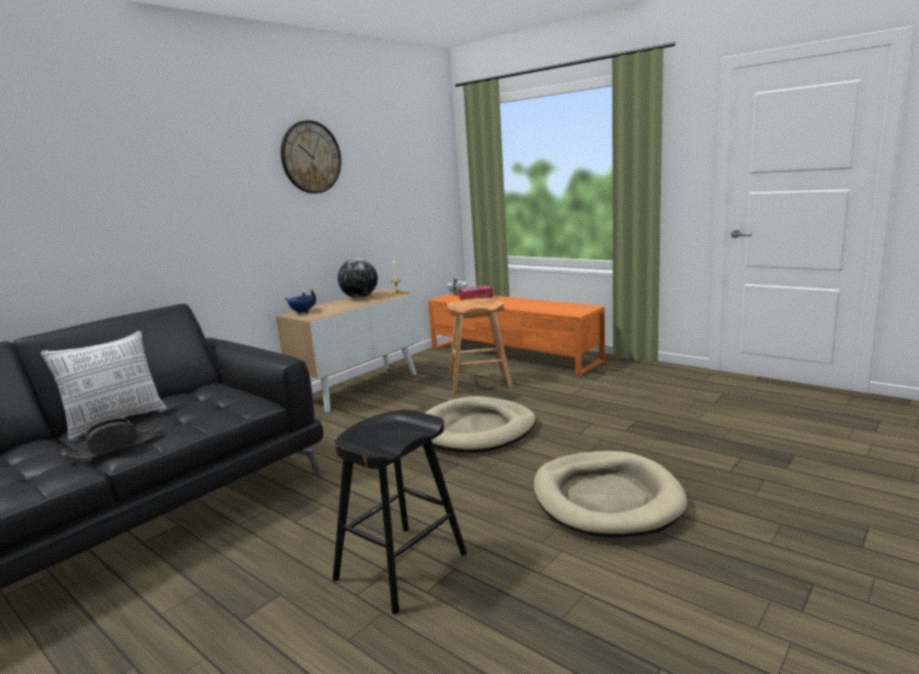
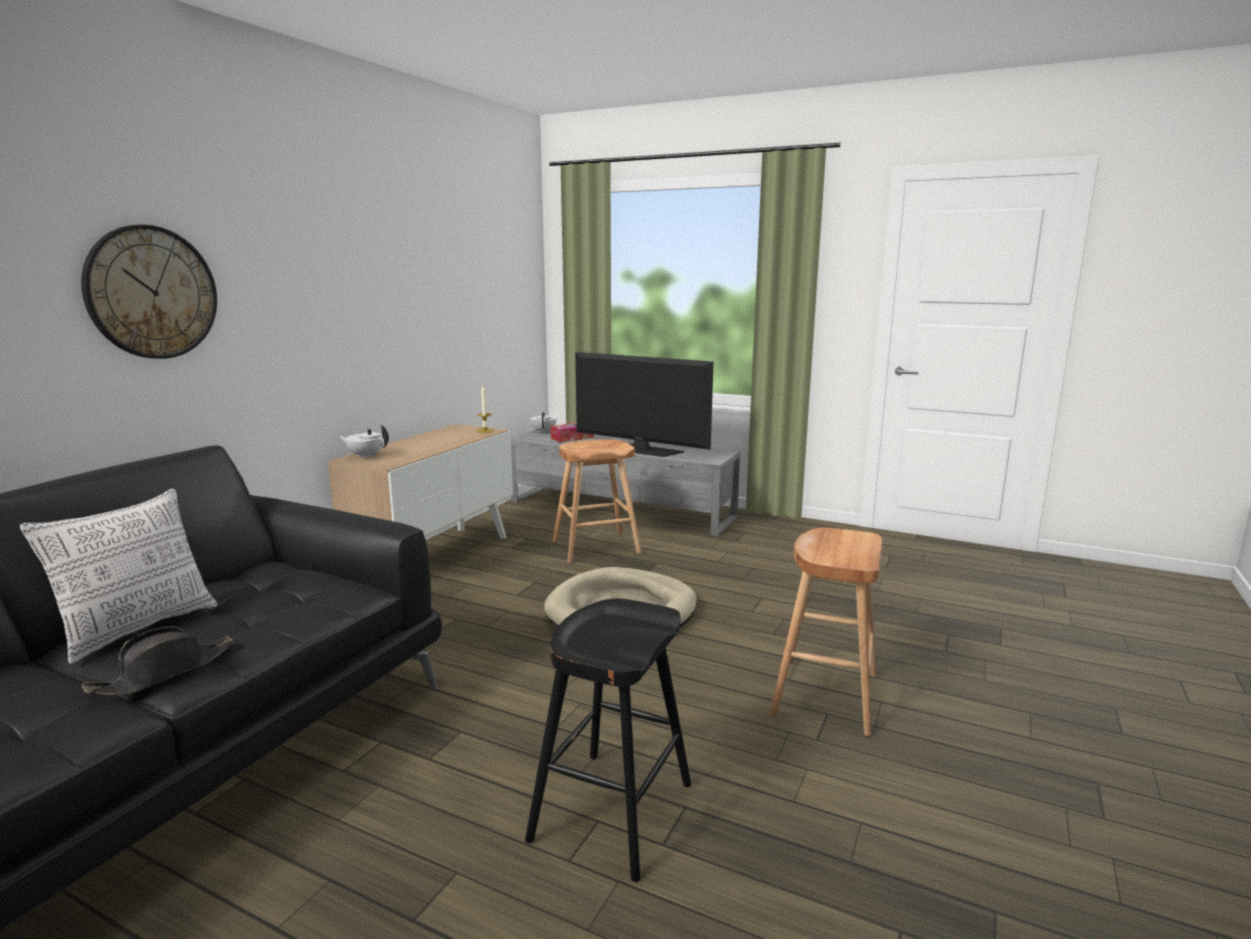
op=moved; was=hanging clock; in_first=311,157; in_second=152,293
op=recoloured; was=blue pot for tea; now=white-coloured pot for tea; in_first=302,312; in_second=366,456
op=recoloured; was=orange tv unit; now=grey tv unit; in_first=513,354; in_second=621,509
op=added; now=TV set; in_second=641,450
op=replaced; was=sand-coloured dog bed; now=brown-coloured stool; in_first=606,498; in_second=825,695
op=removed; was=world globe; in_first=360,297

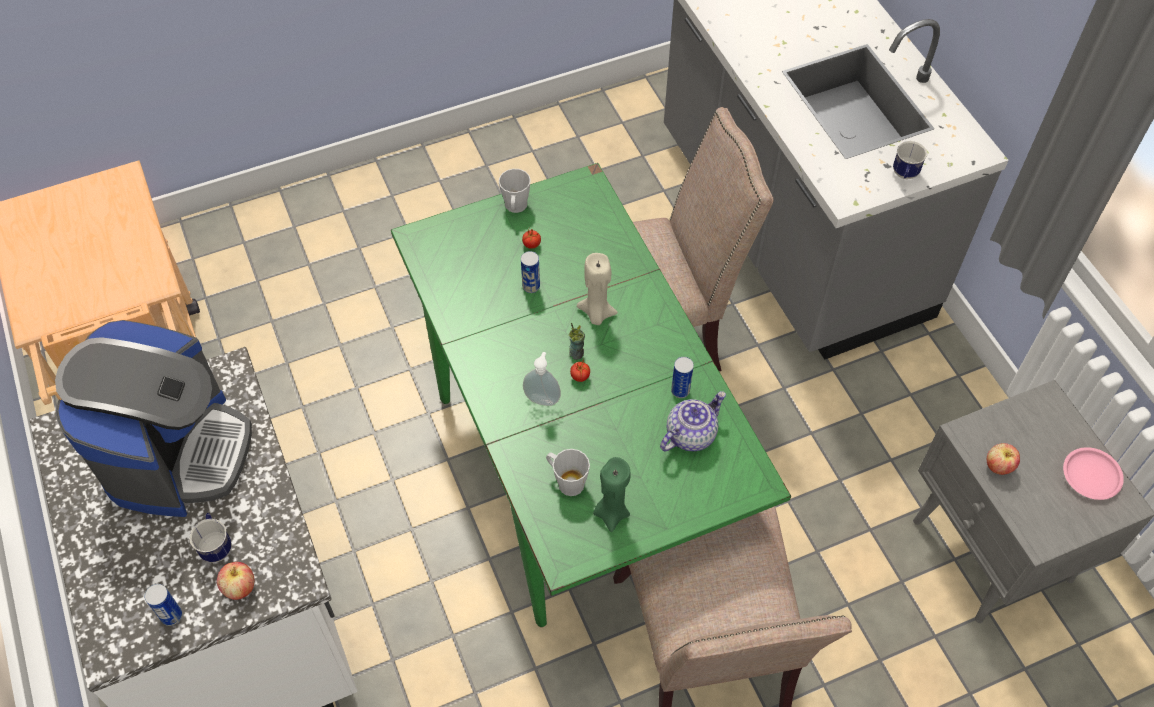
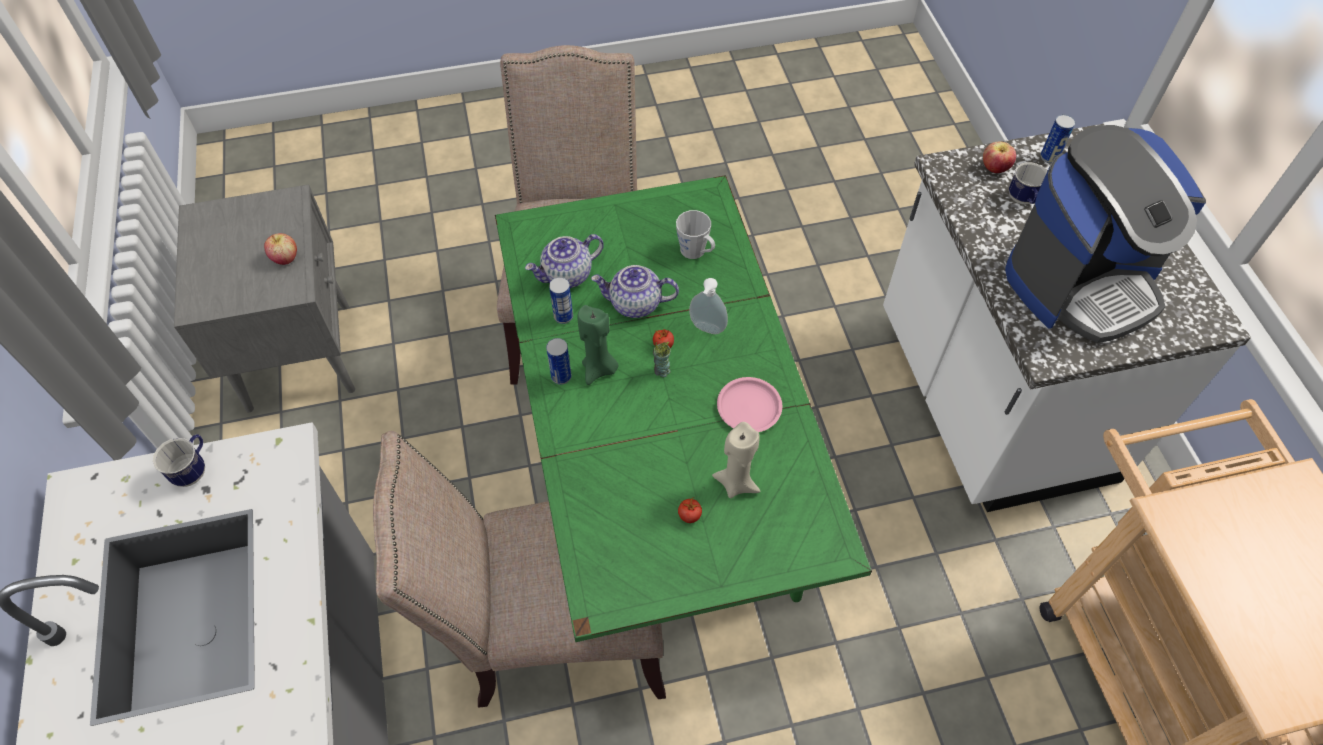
op=moved; was=metal can; in_first=531,286; in_second=561,376
op=moved; was=greenish wax candle; in_first=611,513; in_second=599,369
op=added; now=pot for tea; in_second=635,304
op=moved; was=sand-coloured wax candle; in_first=596,313; in_second=736,482
op=moved; was=pink-coloured plate; in_first=1090,476; in_second=749,407
op=turned; was=coffee brewer; in_first=176,453; in_second=1081,282; clockwise=-135
op=removed; was=grey tea mug; in_first=515,207

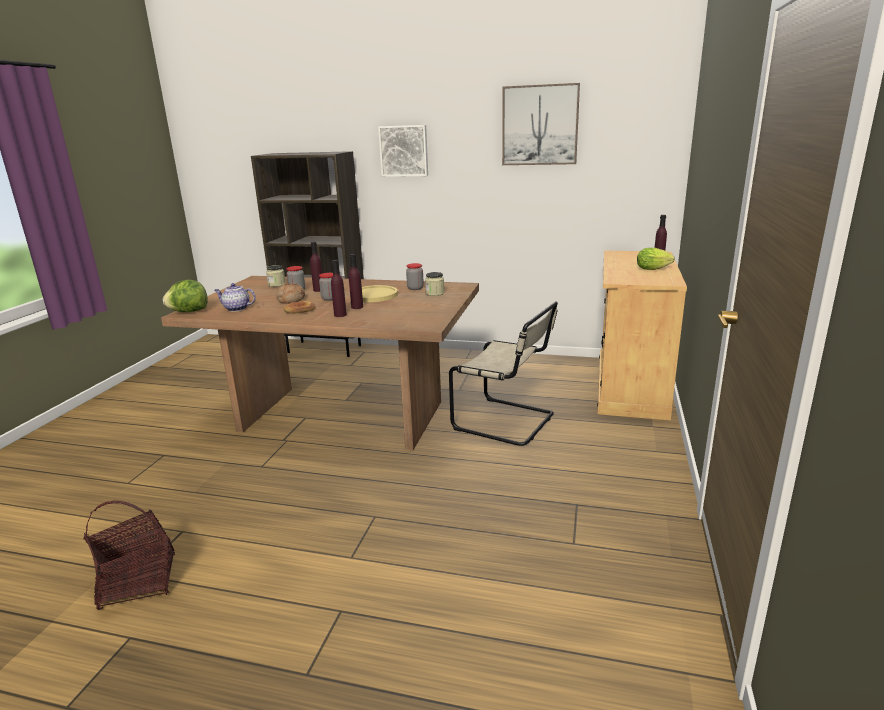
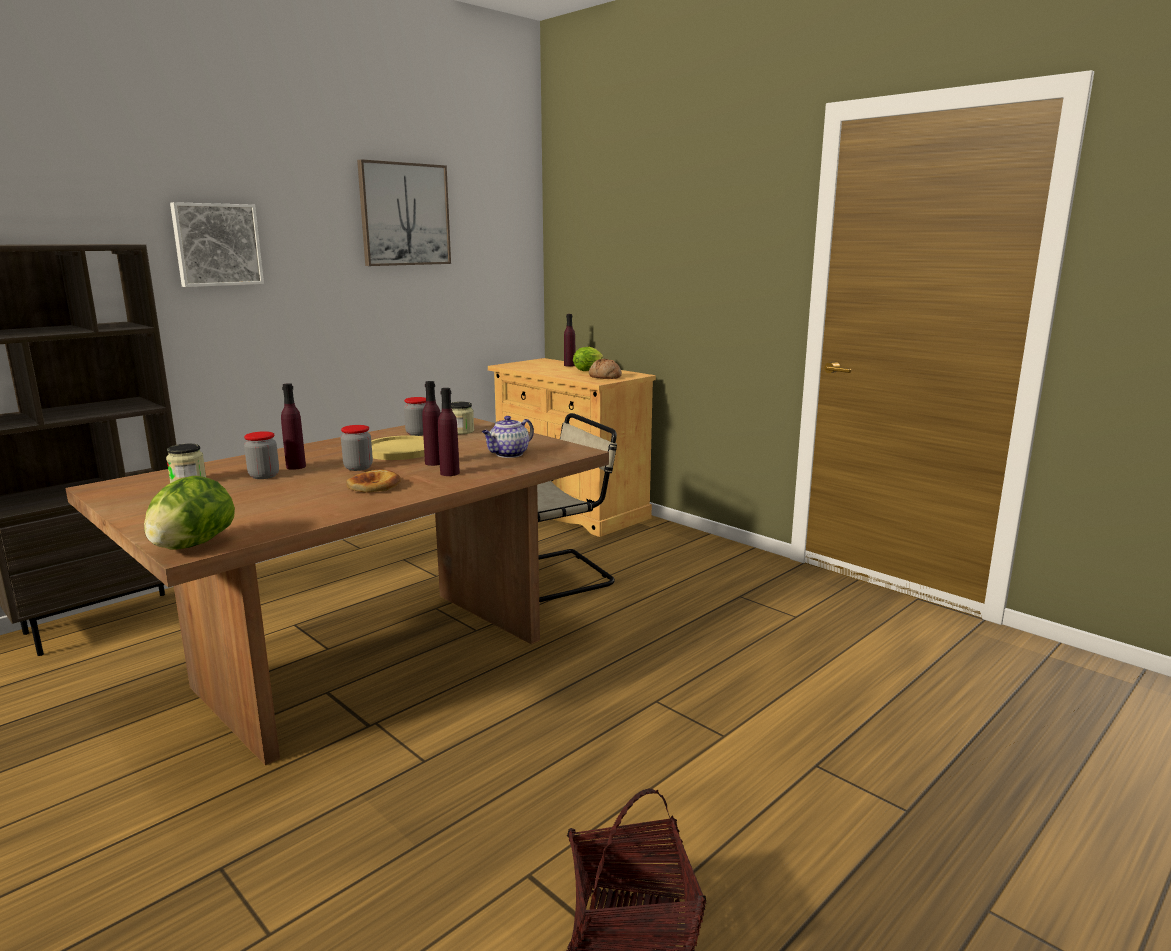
op=moved; was=pot for tea; in_first=236,309; in_second=508,454
op=moved; was=bread; in_first=290,300; in_second=604,377

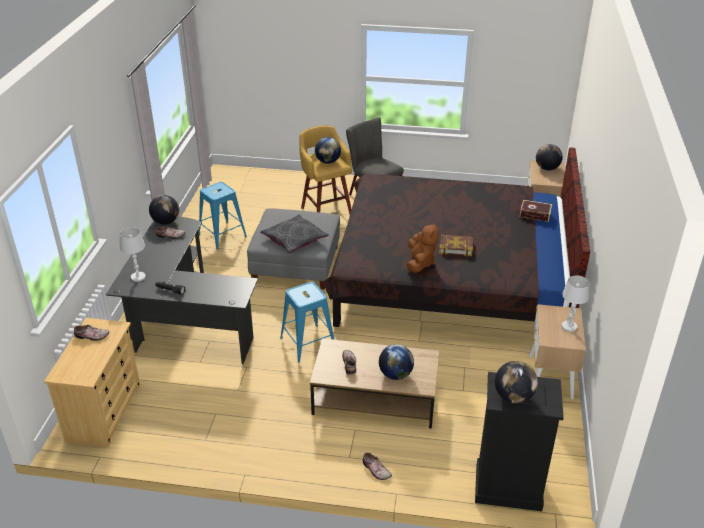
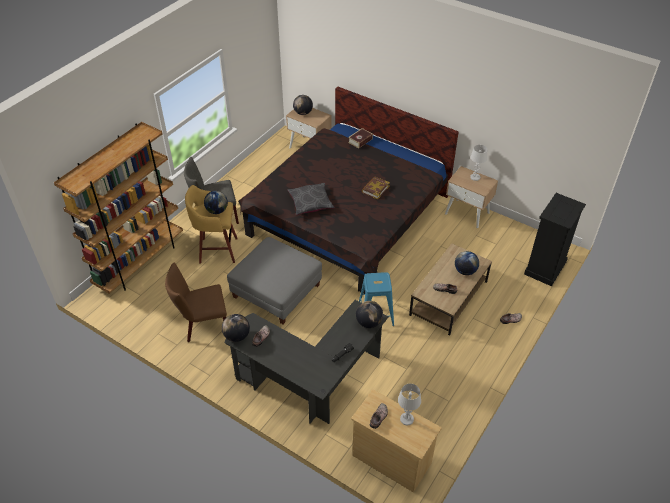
op=added; now=brown-coloured bookshelf; in_second=140,262
op=replaced; was=blue stool; now=brown-coloured upright chair; in_first=222,236; in_second=202,325
op=moved; was=grey cushion; in_first=294,239; in_second=310,203
op=moved; was=world globe; in_first=513,397; in_second=369,322
op=moved; was=white-coloured lamp for a table; in_first=138,277; in_second=407,419
op=removed; was=brown-coloured plush toy; in_first=420,263

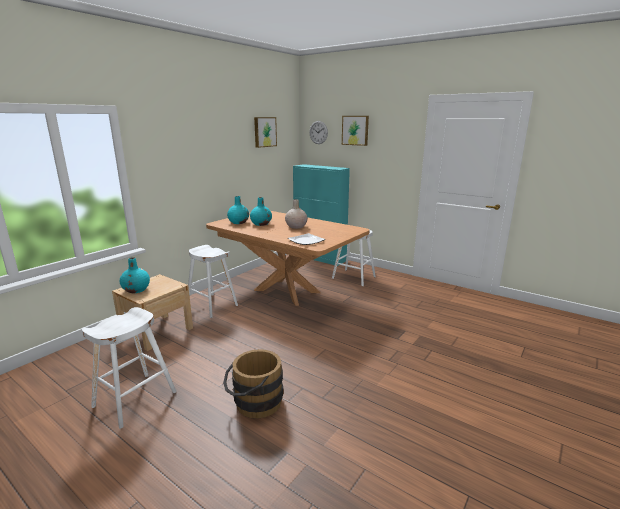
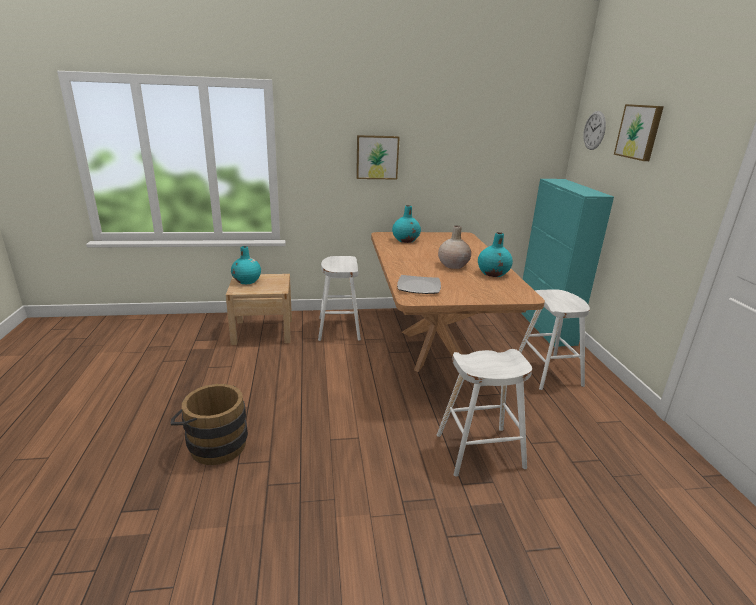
op=moved; was=wall picture; in_first=264,132; in_second=377,157
op=moved; was=white-coloured stool; in_first=135,399; in_second=480,451
op=moved; was=turquoise flower vase; in_first=261,224; in_second=493,273

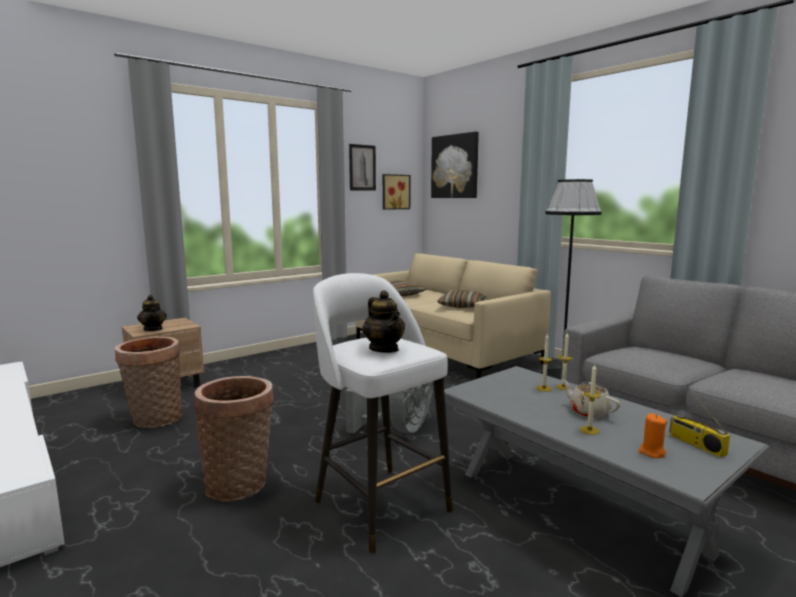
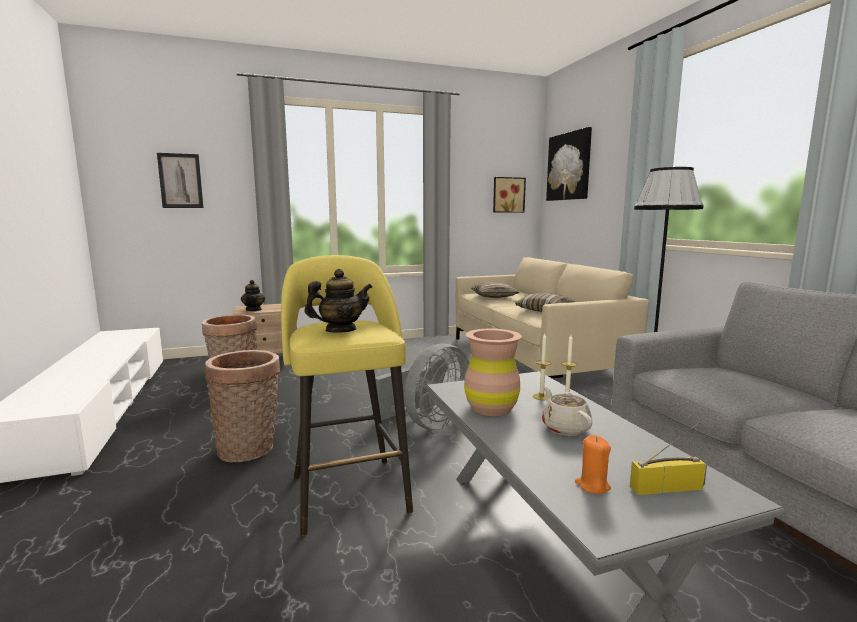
op=moved; was=wall picture; in_first=362,167; in_second=180,181
op=recoloured; was=white-coloured stool; now=yellow stool; in_first=380,504; in_second=349,491
op=turned; was=pot for tea; in_first=384,349; in_second=340,330; clockwise=-105
op=added; now=brown-coloured flower vase; in_second=491,408
op=turned; was=radio; in_first=695,444; in_second=667,487; clockwise=90
op=removed; was=wax candle; in_first=589,430

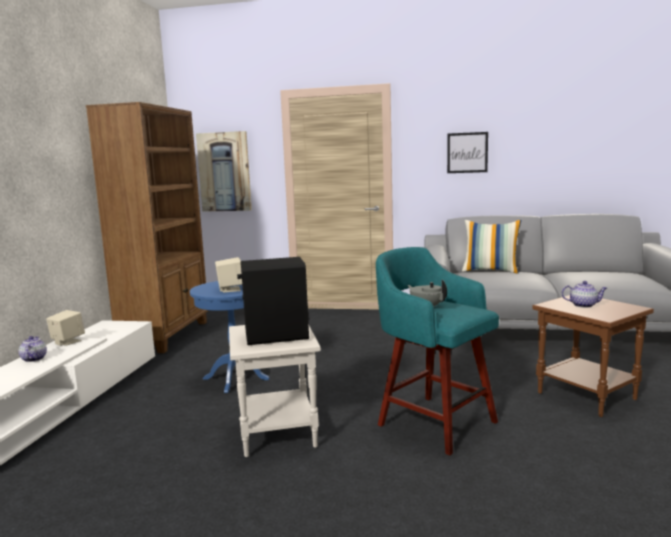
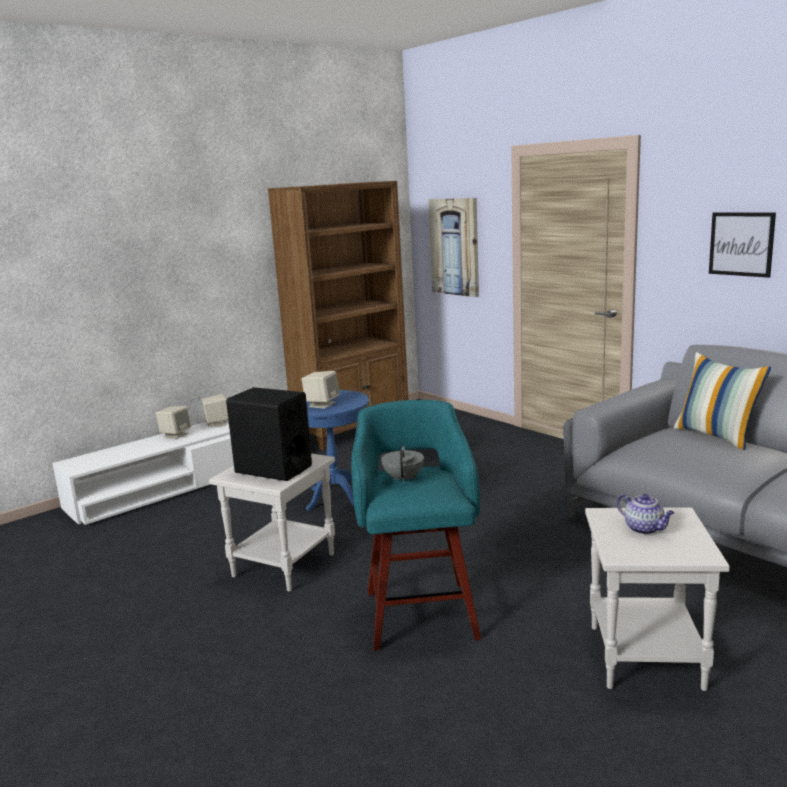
op=replaced; was=pot for tea; now=sand-coloured audio speaker; in_first=34,359; in_second=175,435
op=recoloured; was=brown-coloured end table; now=white-coloured end table; in_first=588,396; in_second=648,658

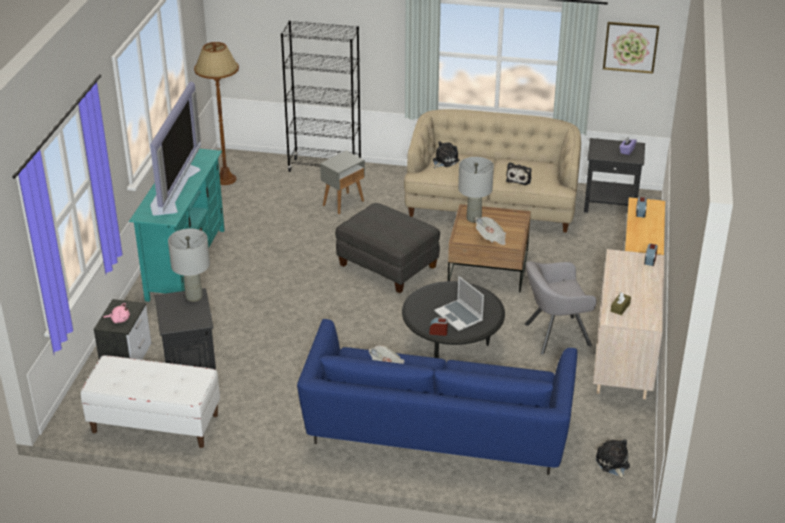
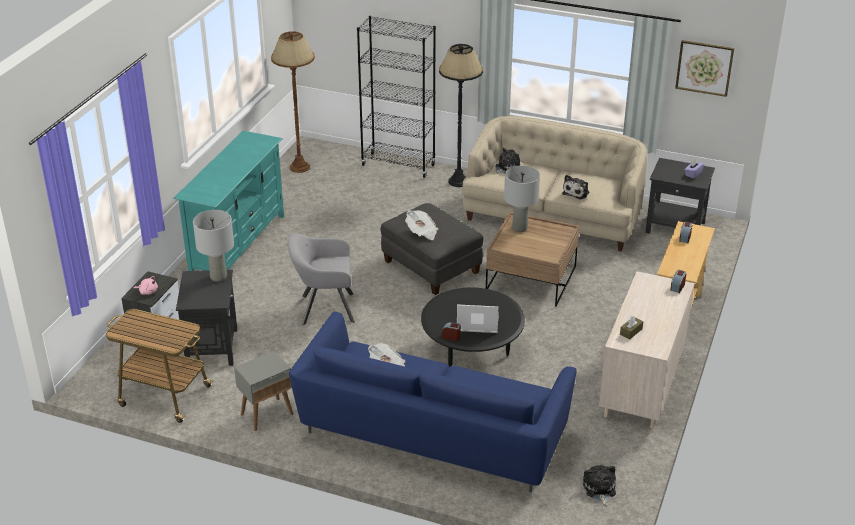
op=replaced; was=white-coloured bench; now=trolley; in_first=155,423; in_second=163,395
op=moved; was=grey end table; in_first=343,203; in_second=267,414
op=moved; was=grey armchair; in_first=554,335; in_second=324,309
op=moved; was=newspaper; in_first=491,238; in_second=422,232
op=added; now=black standing lamp; in_second=458,181
op=turned; was=notebook computer; in_first=459,316; in_second=477,324; clockwise=120
op=removed; was=TV set; in_first=174,189

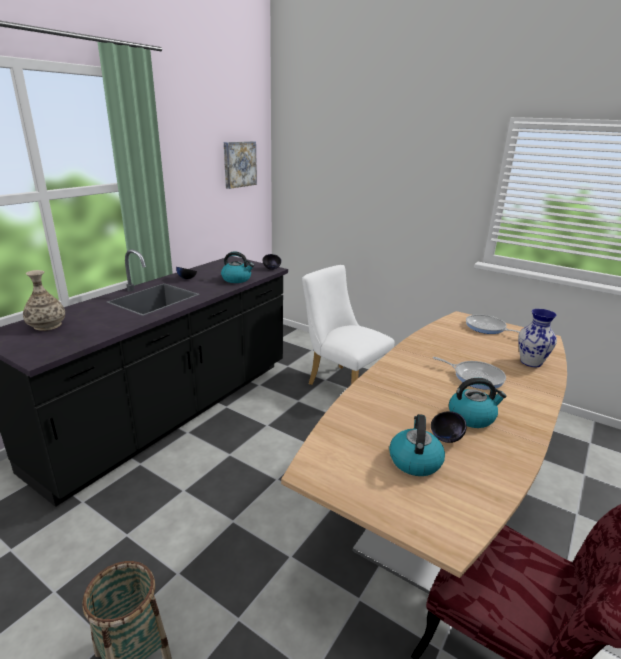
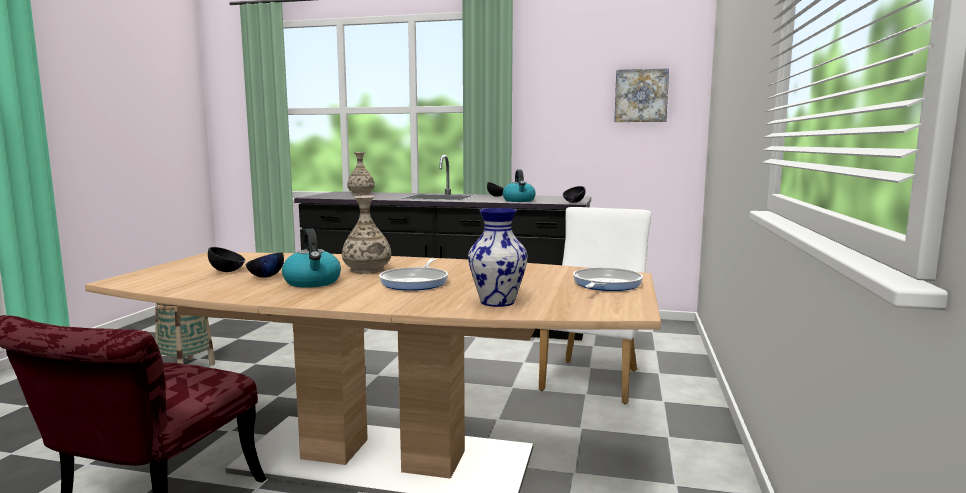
op=replaced; was=tea kettle; now=black bowl; in_first=414,460; in_second=227,271
op=added; now=flower vase; in_second=367,270

